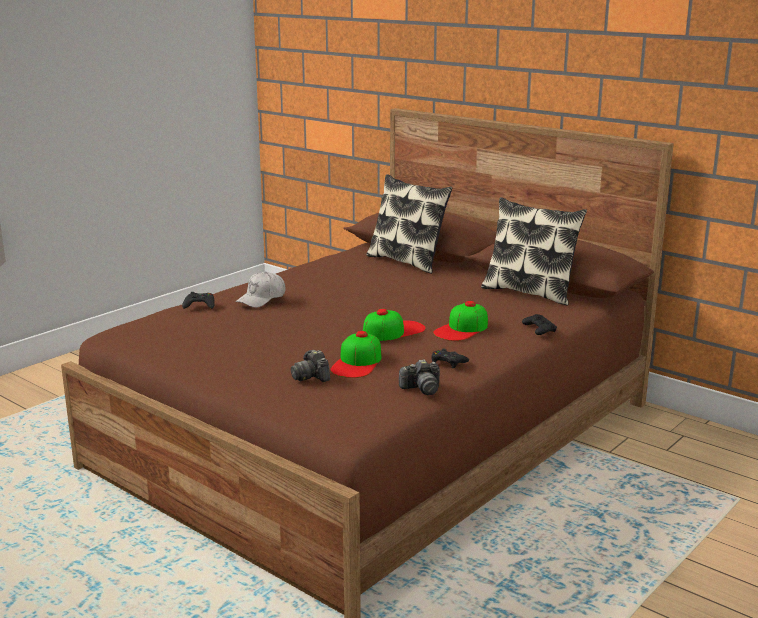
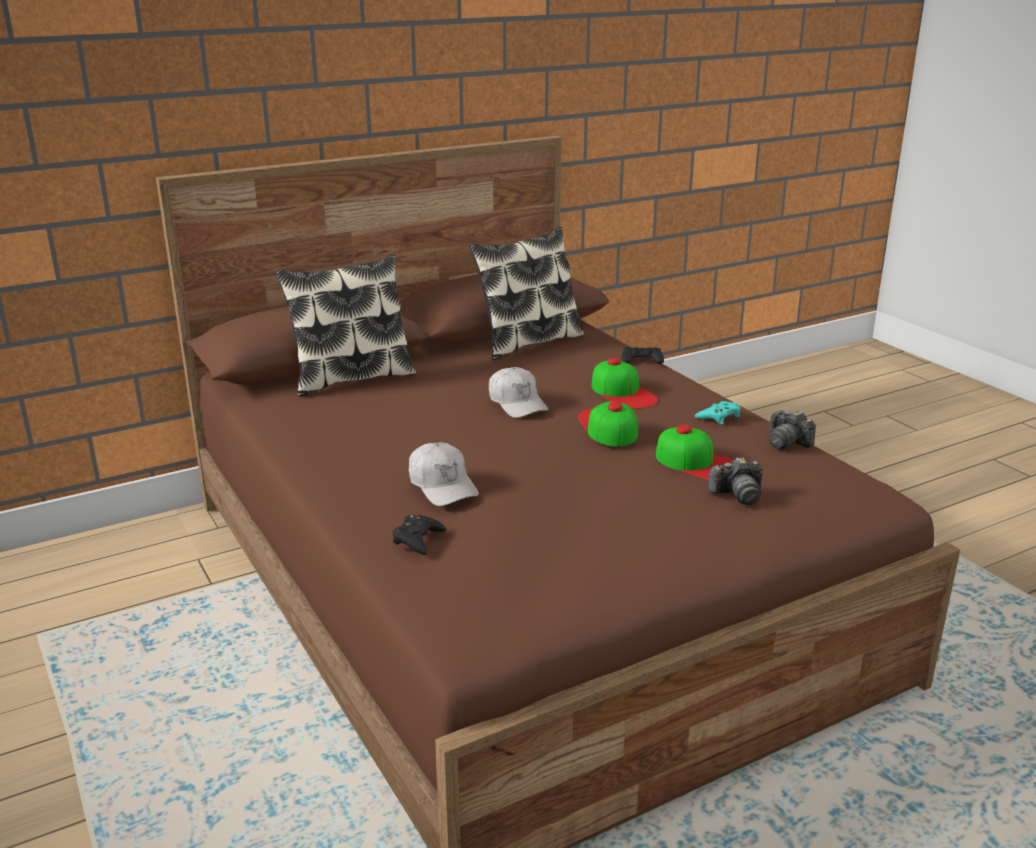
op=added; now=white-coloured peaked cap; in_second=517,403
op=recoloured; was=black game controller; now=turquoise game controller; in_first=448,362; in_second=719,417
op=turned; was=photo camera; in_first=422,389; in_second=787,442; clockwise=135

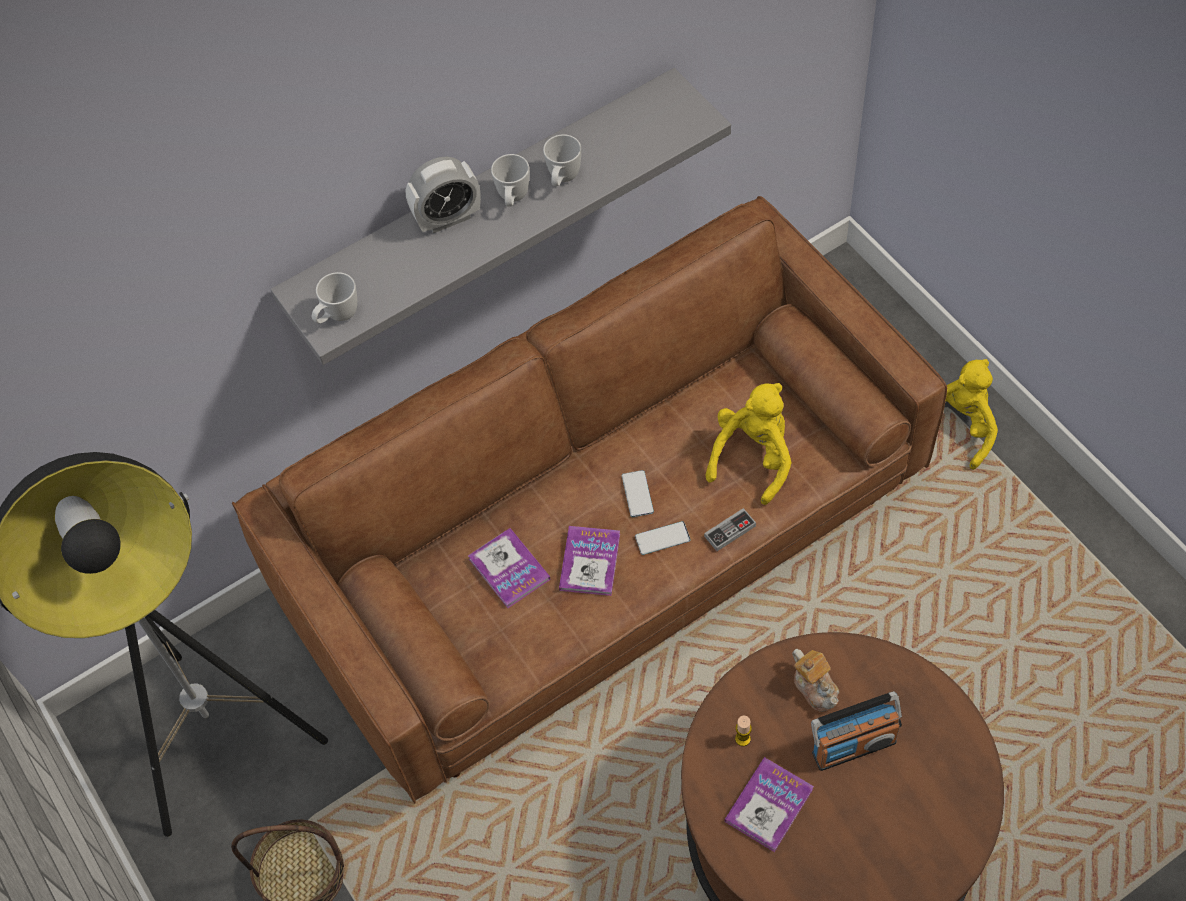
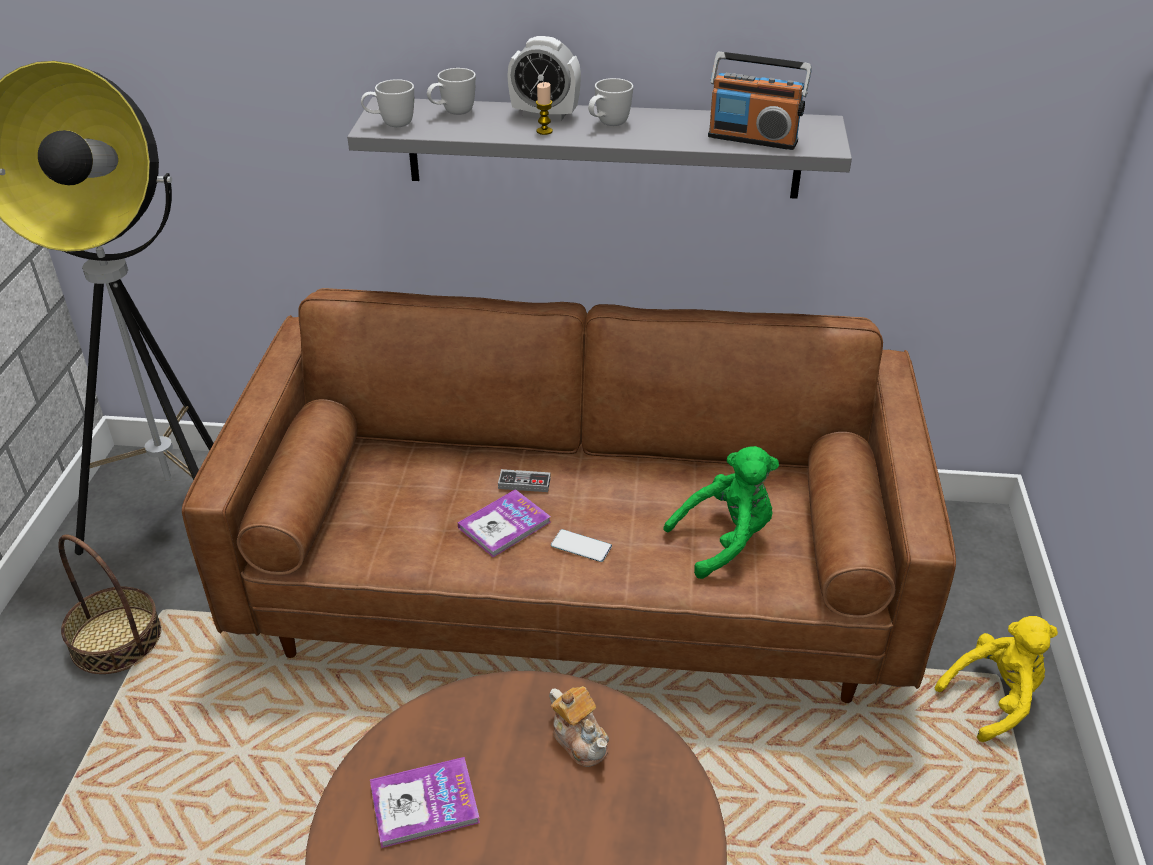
op=moved; was=white-coloured tea mug; in_first=563,179; in_second=452,113
op=moved; was=game controller; in_first=730,531; in_second=524,483
op=moved; was=wax candle; in_first=742,739; in_second=544,131
op=turned; was=pot for tea; in_first=815,687; in_second=580,739; clockwise=-45
op=recoloured; was=yellow plush toy; now=greenish plush toy; in_first=753,457; in_second=725,540
op=moved; was=radio; in_first=853,746; in_second=753,139
op=removed; was=volume; in_first=509,569
op=removed; was=handset; in_first=637,494

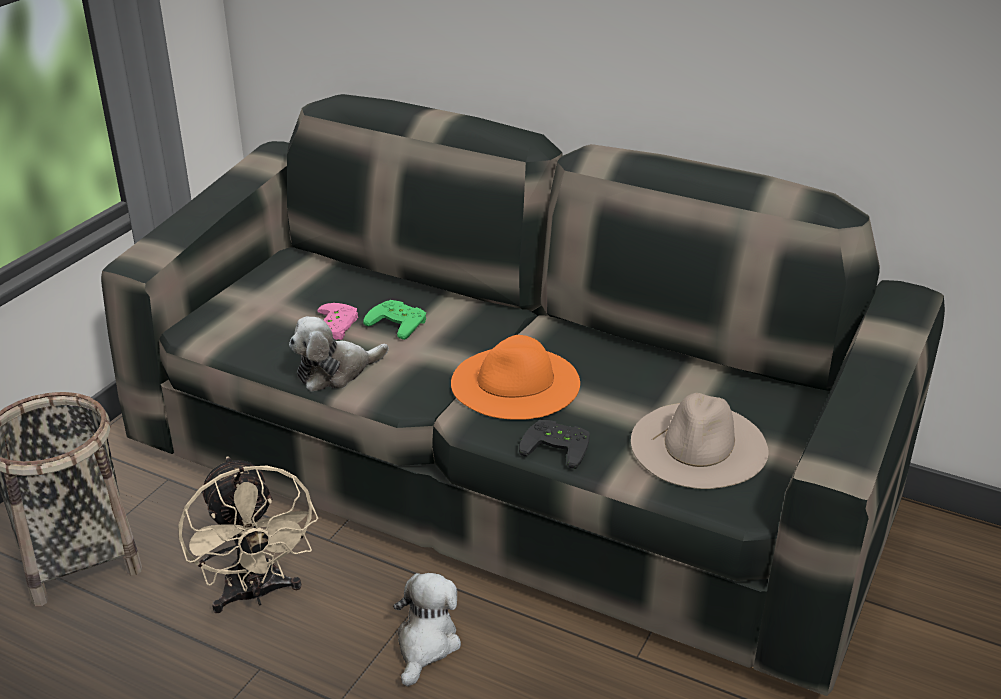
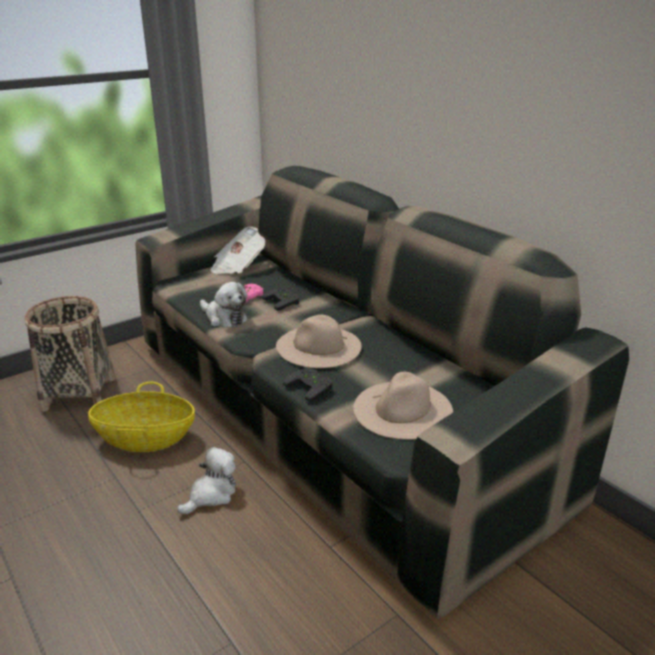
op=replaced; was=sand-coloured electric fan; now=basket; in_first=256,594; in_second=145,438
op=turned; was=plush toy; in_first=335,372; in_second=224,318; clockwise=-135
op=added; now=newspaper; in_second=237,265
op=recoloured; was=greenish game controller; now=black game controller; in_first=399,322; in_second=283,301
op=recoloured; was=orange clothing hat; now=sand-coloured clothing hat; in_first=515,382; in_second=318,346

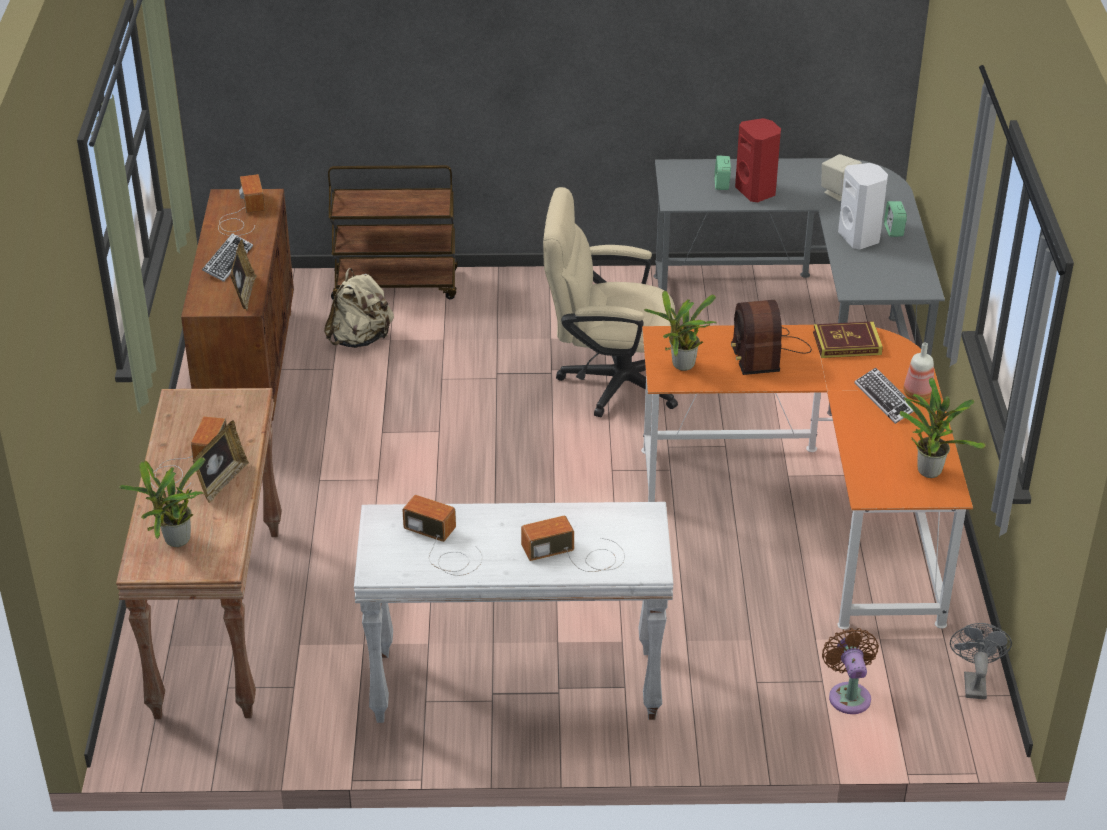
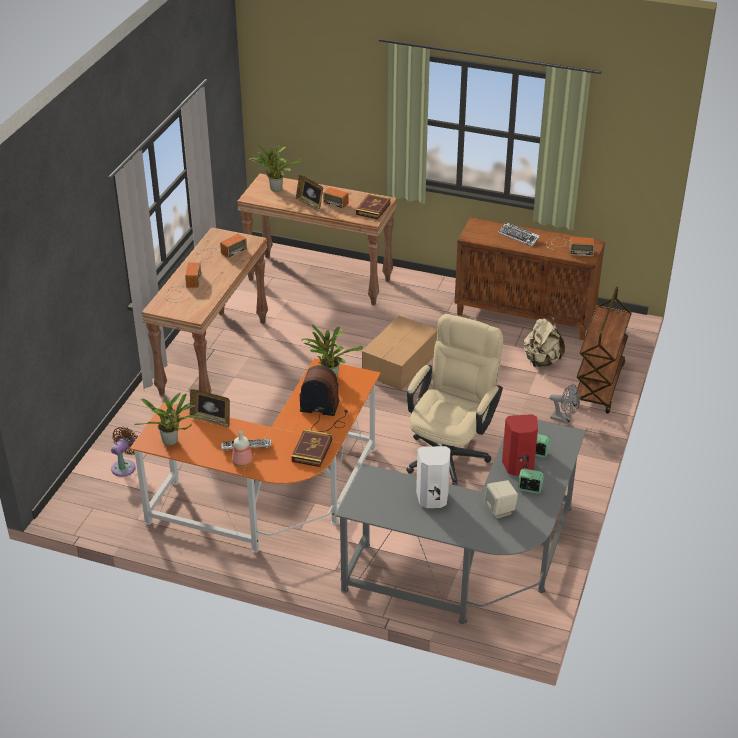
op=turned; was=brown-coloured electric fan; in_first=848,695; in_second=125,466; clockwise=-75
op=recoloured; was=white-coloured console table; now=brown-coloured console table; in_first=515,687; in_second=213,356
op=moved; was=picture frame; in_first=244,294; in_second=211,420
op=added; now=volume; in_second=373,208
op=added; now=carton; in_second=401,363
op=moved; was=table clock; in_first=893,230; in_second=529,489
op=moved; was=grey electric fan; in_first=974,682; in_second=564,419

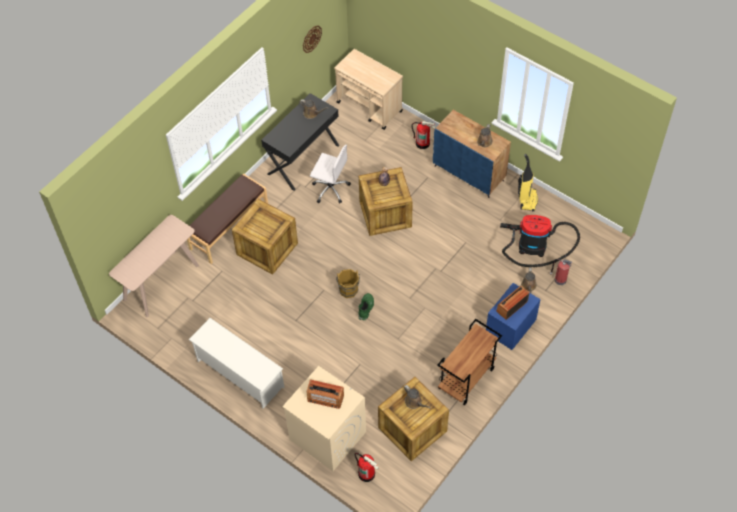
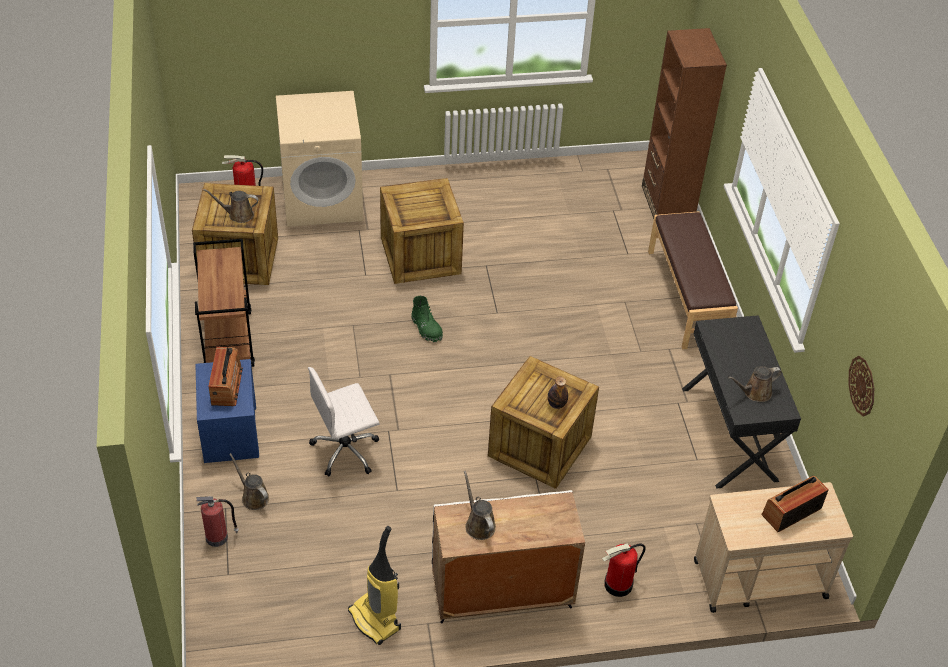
op=moved; was=white-coloured desk chair; in_first=330,189; in_second=346,450
op=moved; was=shipping crate; in_first=268,248; in_second=419,256
op=recoloured; was=blue storage cabinet; now=white-coloured storage cabinet; in_first=469,173; in_second=501,593
op=replaced; was=sand-coloured console table; now=brown-coloured bookshelf; in_first=161,282; in_second=667,203
op=moved; was=radio; in_first=325,398; in_second=791,511
op=removed; was=white-coloured shoe rack; in_first=239,374
op=removed; was=brown-coloured water bucket; in_first=348,291
op=removed; was=hoover; in_first=535,246

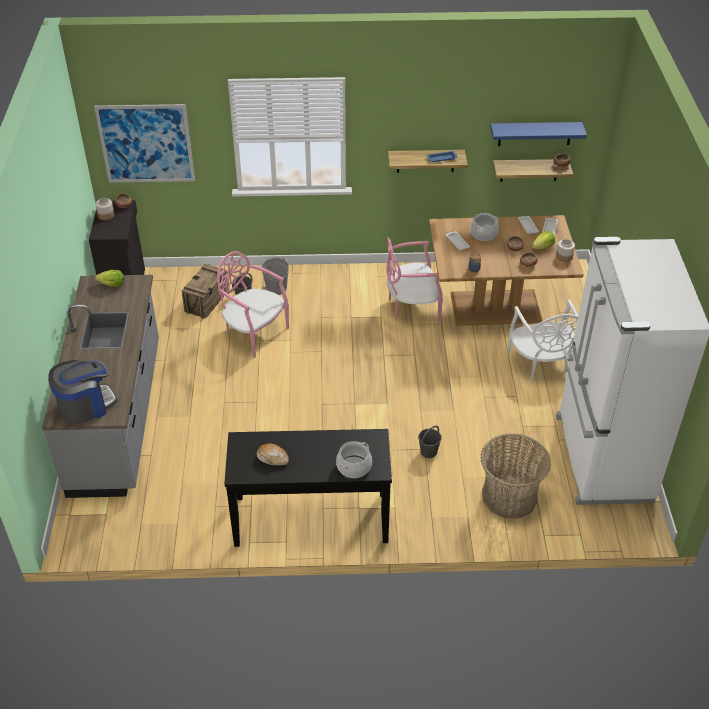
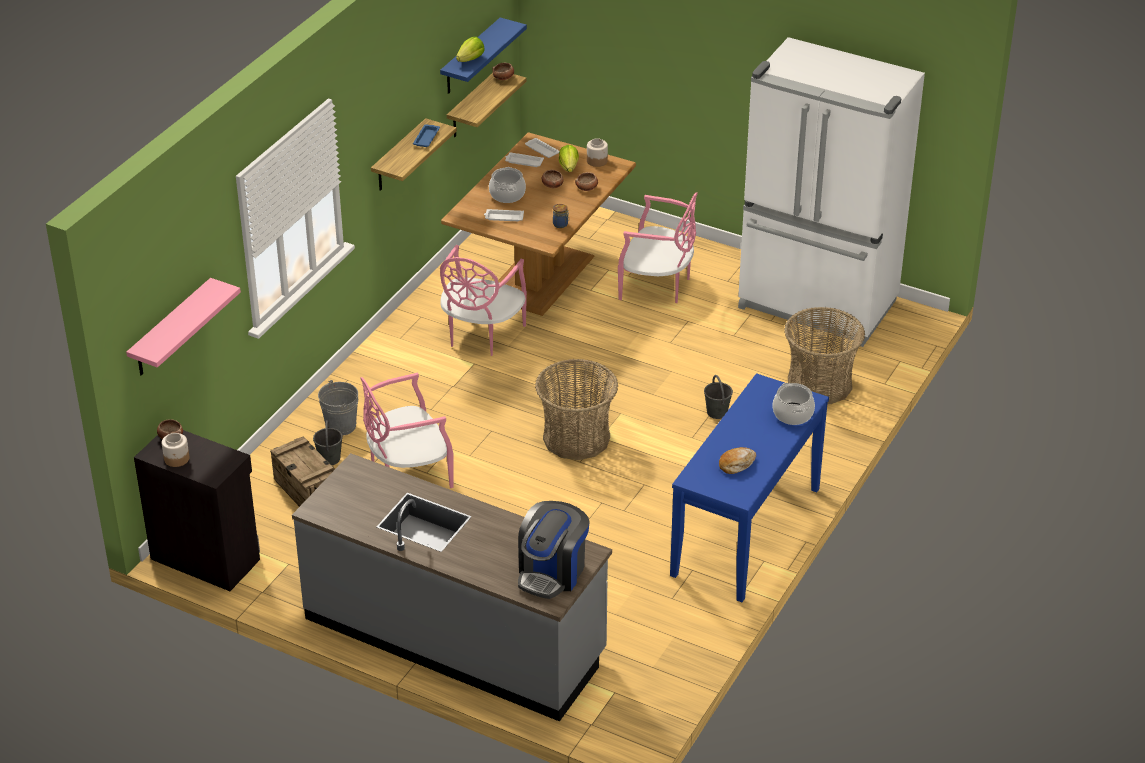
op=replaced; was=wall picture; now=pink-coloured shelf; in_first=146,144; in_second=171,329
op=moved; was=lettuce; in_first=112,285; in_second=470,59
op=turned; was=coffee brewer; in_first=86,406; in_second=552,572; clockwise=-150
op=added; now=basket; in_second=576,438
op=recoloured; was=white-coloured upright chair; now=pink-coloured upright chair; in_first=540,365; in_second=657,286
op=recoloured; was=black console table; now=blue console table; in_first=311,519; in_second=747,531

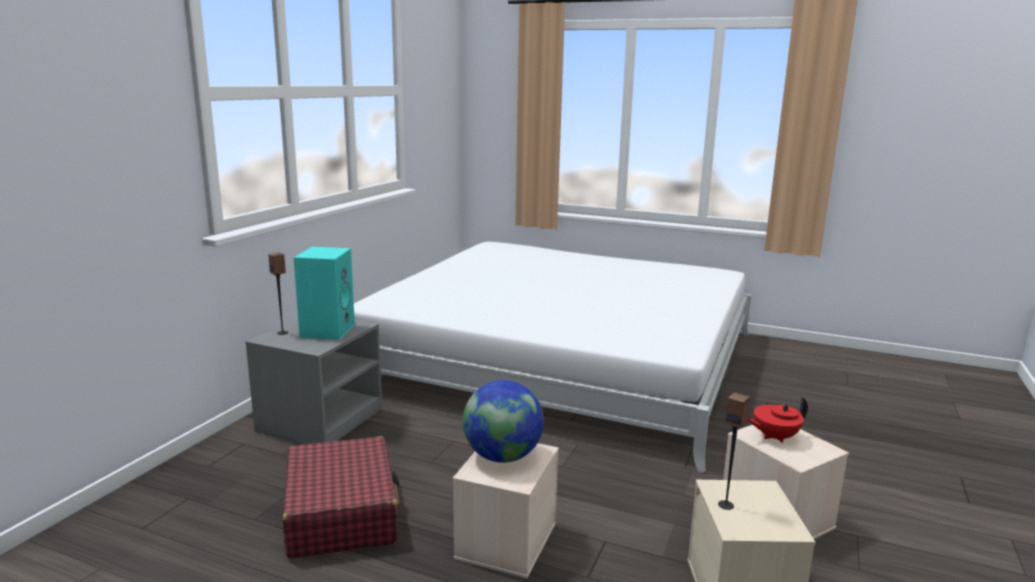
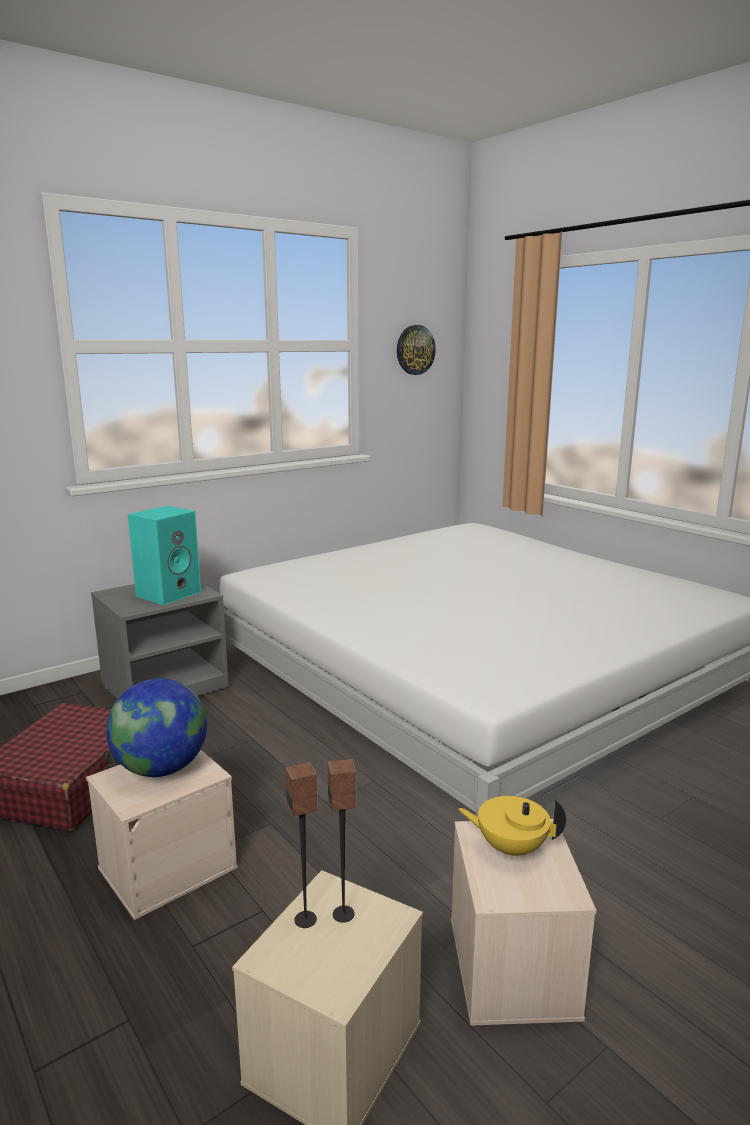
op=moved; was=audio speaker; in_first=282,333; in_second=344,914
op=added; now=hanging clock; in_second=415,350
op=recoloured; was=red pot for tea; now=yellow pot for tea; in_first=774,437; in_second=510,848

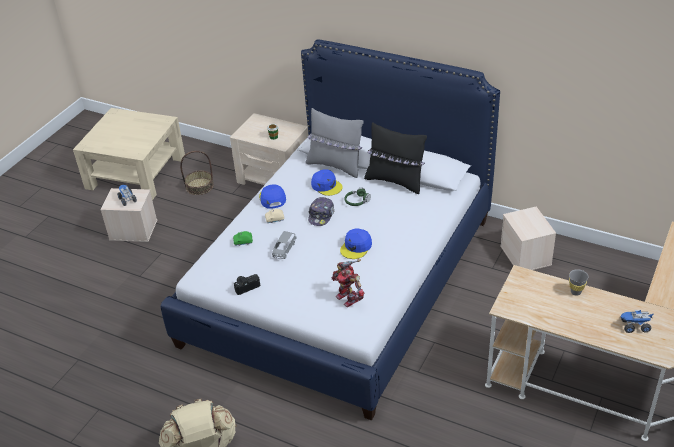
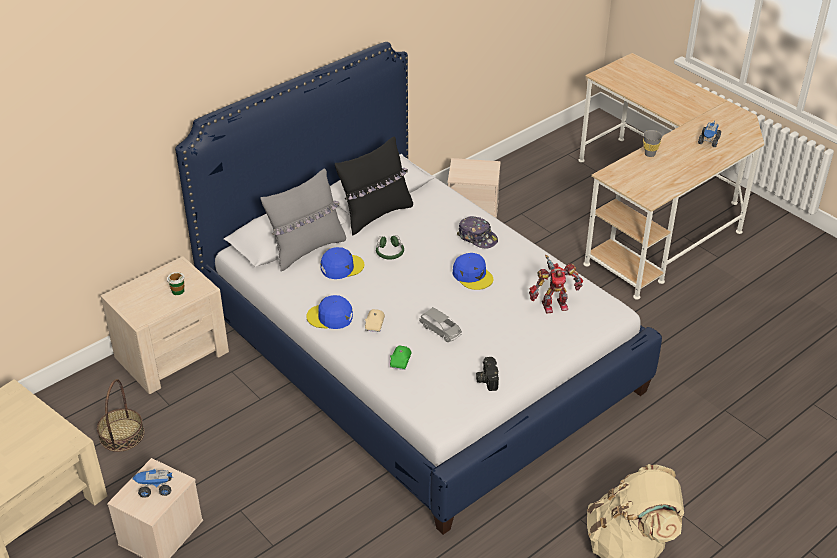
op=moved; was=peaked cap; in_first=321,215; in_second=477,237

